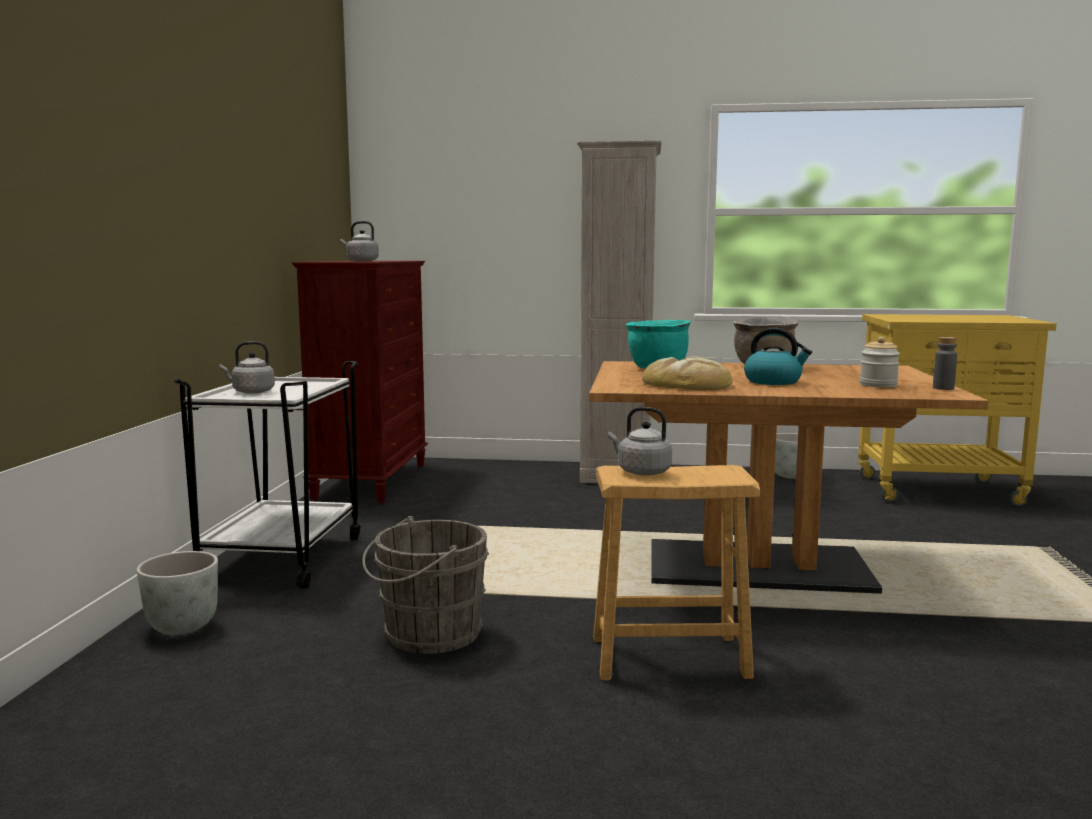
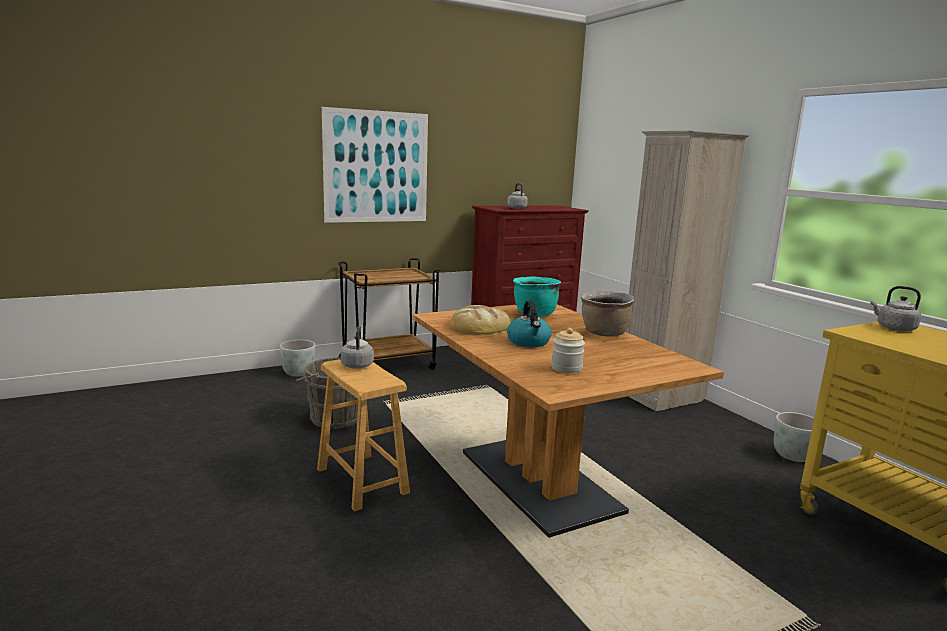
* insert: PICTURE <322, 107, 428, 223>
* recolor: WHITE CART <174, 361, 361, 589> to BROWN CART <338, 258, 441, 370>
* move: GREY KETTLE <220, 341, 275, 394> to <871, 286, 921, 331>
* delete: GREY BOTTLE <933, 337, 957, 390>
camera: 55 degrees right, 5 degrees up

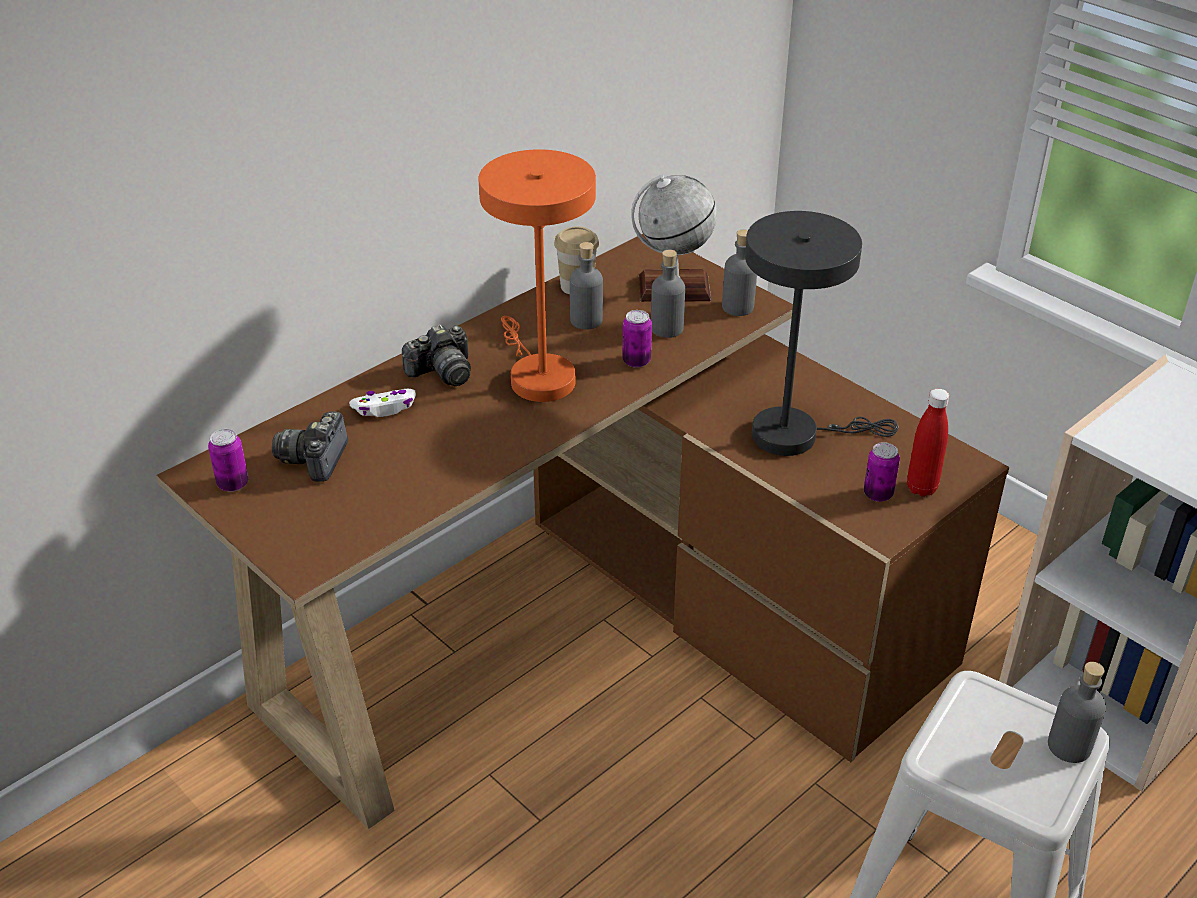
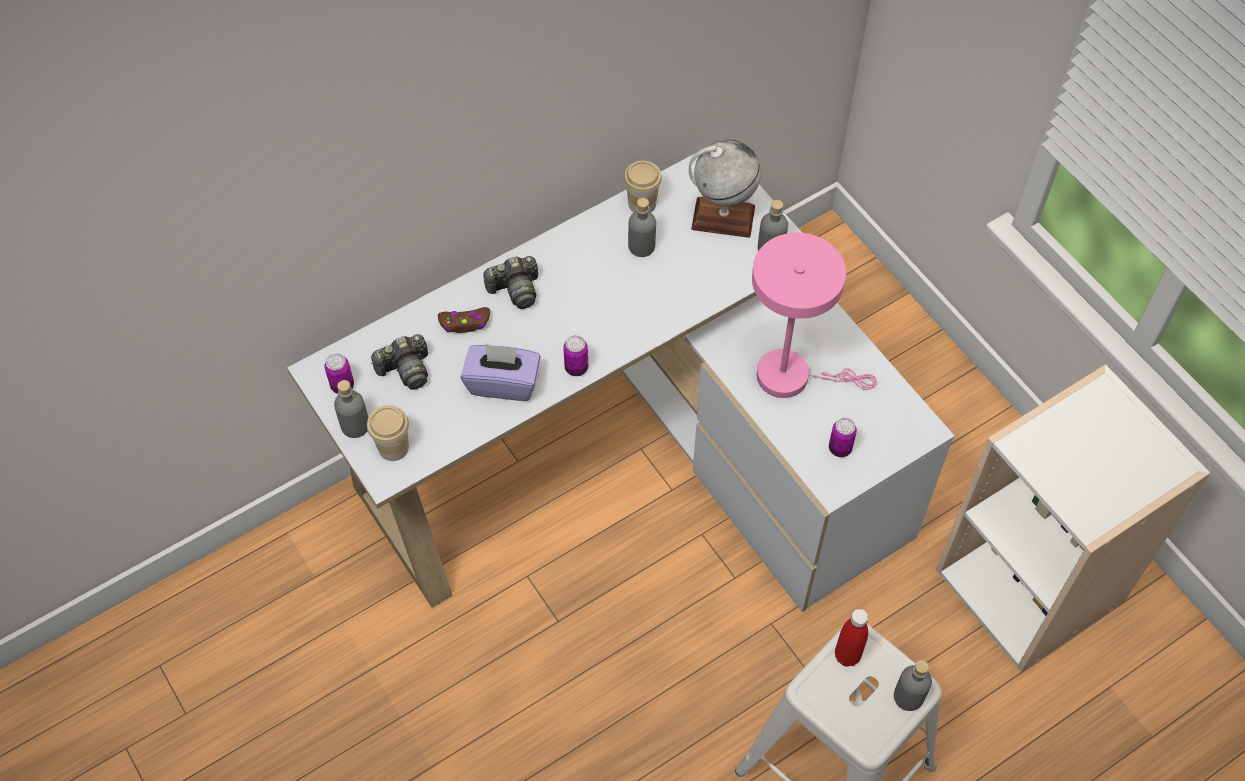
* recolor: BROWN DESK <156, 234, 1009, 829> to WHITE DESK <287, 154, 955, 612>
* move: GREY BOTTLE <651, 249, 685, 338> to <334, 380, 369, 438>
* insert: CUP <367, 405, 409, 461>
* rotate: PHOTO CAMERA <272, 411, 348, 482> = <371, 334, 428, 390> 135 degrees counterclockwise
* recolor: WHITE GAME CONTROLLER <349, 389, 416, 417> to BROWN GAME CONTROLLER <438, 307, 490, 333>
* insert: PURPLE TISSUE BOX <461, 344, 541, 401>
* move: CAN <622, 310, 652, 368> to <563, 335, 588, 376>
* recolor: GREY TABLE LAMP <745, 211, 899, 456> to PINK TABLE LAMP <752, 233, 877, 398>
* move: RED BOTTLE <907, 389, 949, 497> to <835, 609, 868, 666>
* delete: ORANGE TABLE LAMP <478, 149, 596, 402>
camera: 10 degrees right, 20 degrees up

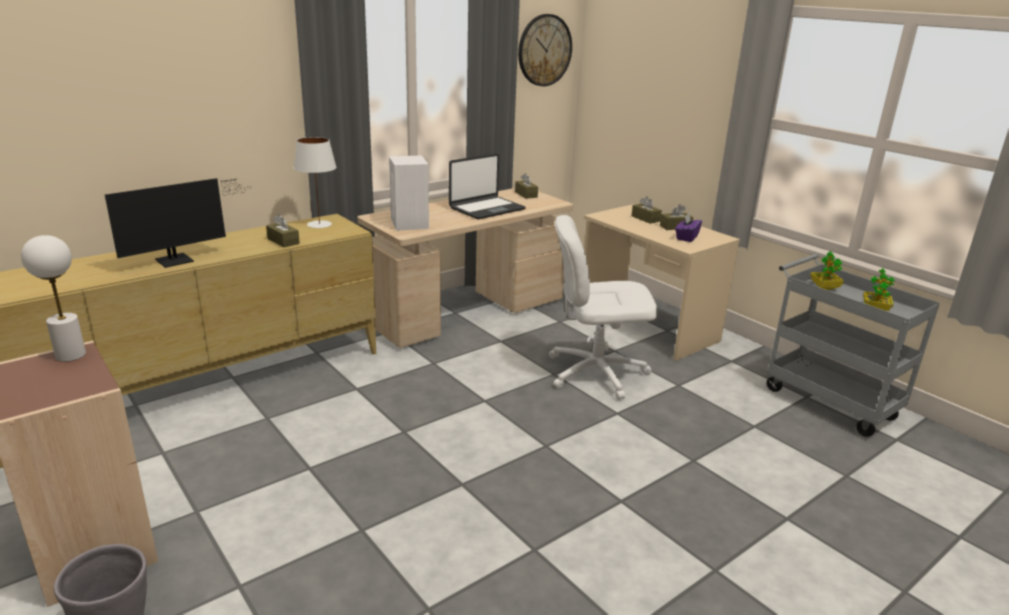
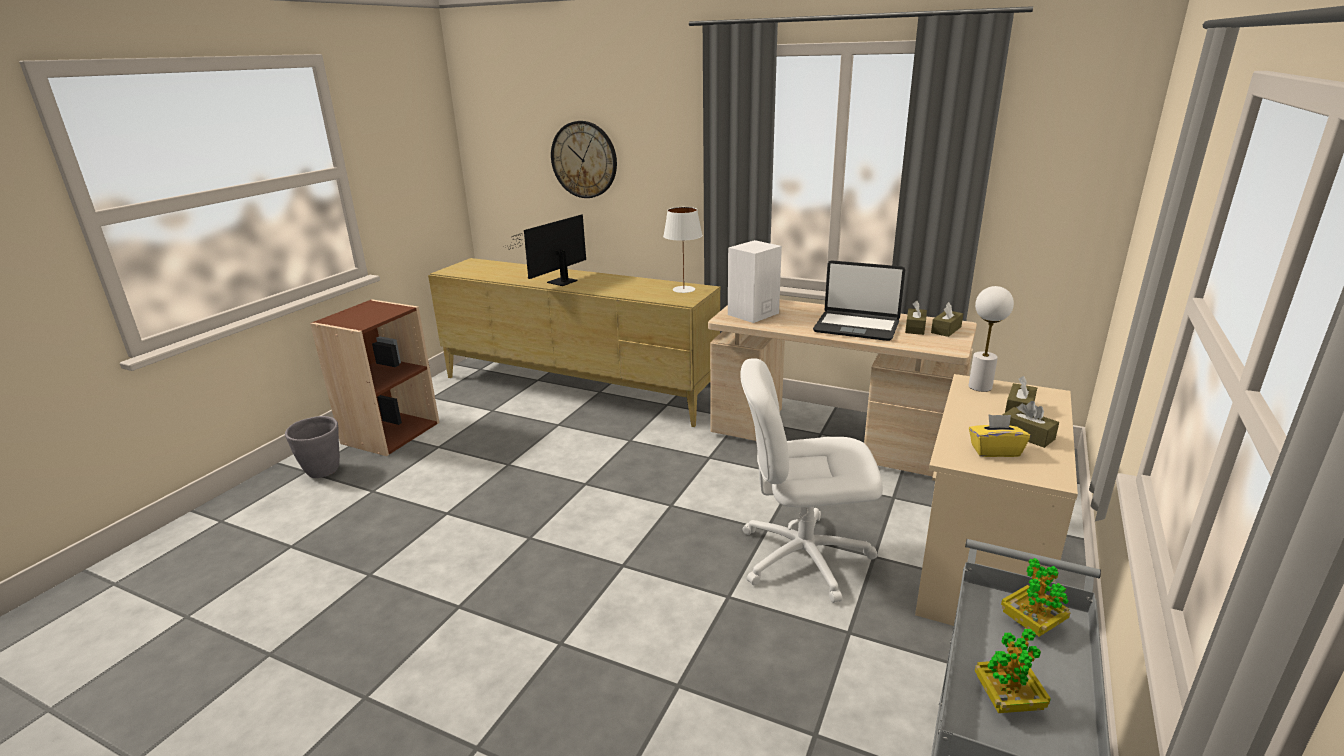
* rotate: MONITOR <105, 178, 252, 268> = <504, 214, 586, 286> 105 degrees clockwise
* move: WALL CLOCK <518, 14, 572, 86> to <551, 121, 617, 198>
* rotate: WHITE OFFICE CHAIR <548, 215, 657, 400> = <740, 358, 883, 603> 60 degrees counterclockwise
* move: BROWN TISSUE BOX <266, 214, 300, 247> to <905, 301, 927, 335>
* move: WHITE TABLE LAMP <21, 235, 86, 362> to <968, 286, 1014, 392>
* recolor: PURPLE TISSUE BOX <675, 213, 702, 242> to YELLOW TISSUE BOX <969, 414, 1030, 457>
camera: 65 degrees right, 0 degrees up

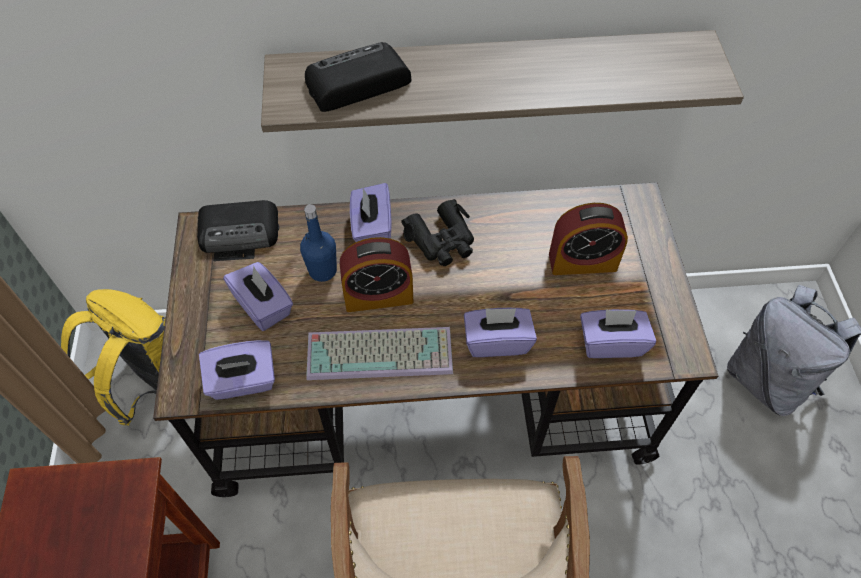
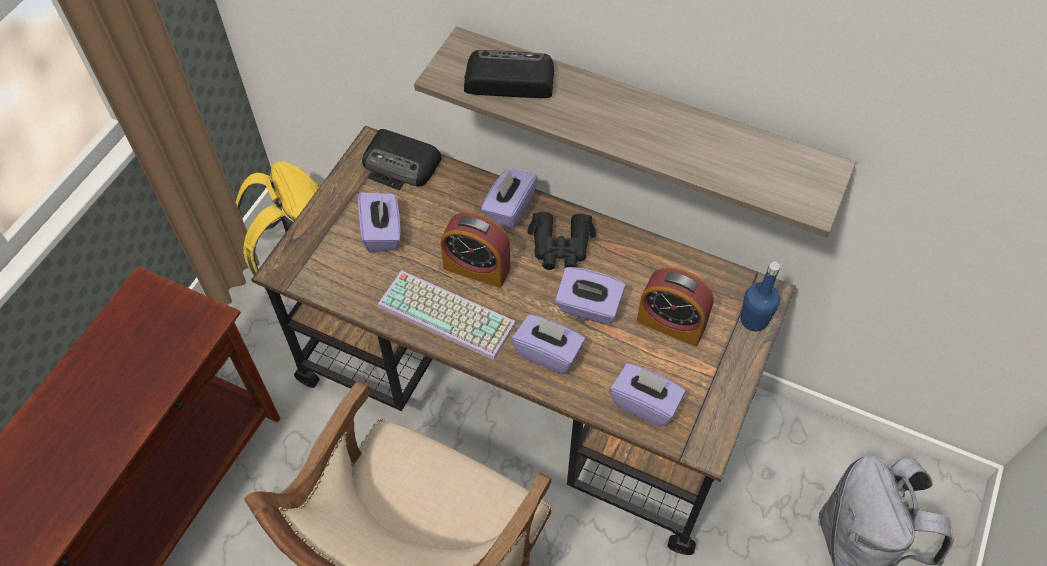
* move: PURPLE TISSUE BOX <199, 340, 275, 400> to <555, 267, 626, 324>
* move: BLUE BOTTLE <300, 204, 337, 282> to <740, 261, 780, 332>
camera: 30 degrees right, 0 degrees up

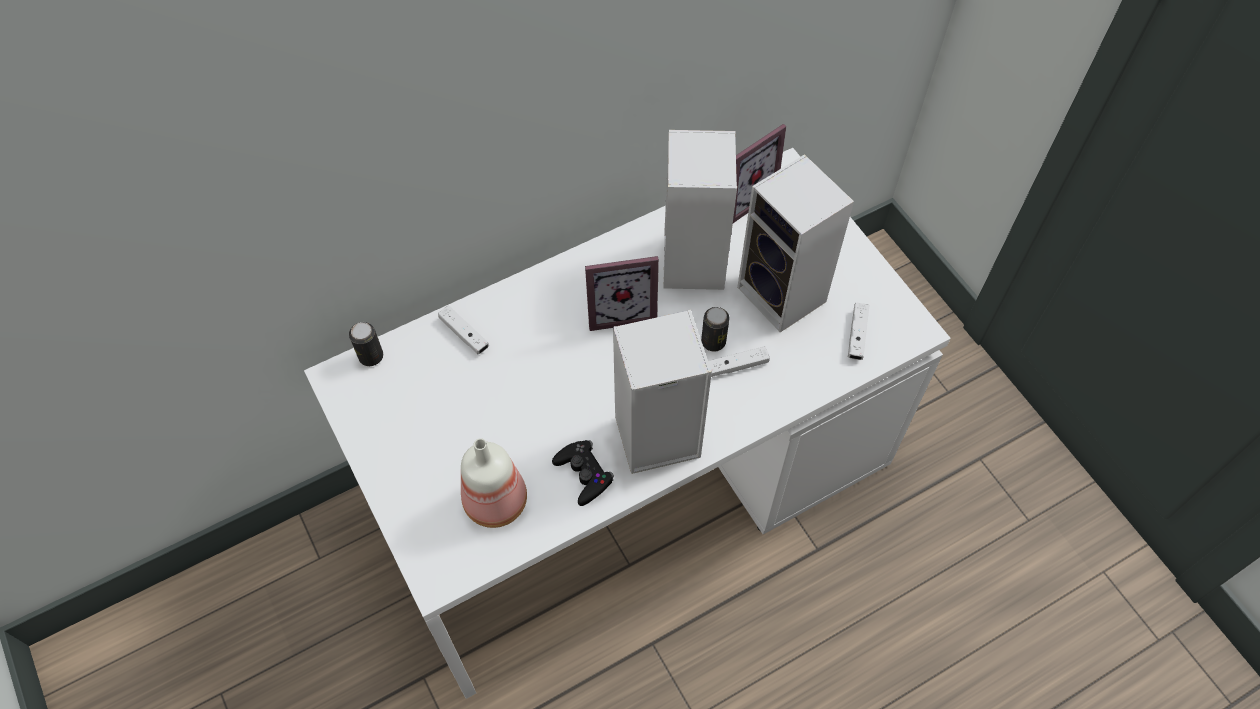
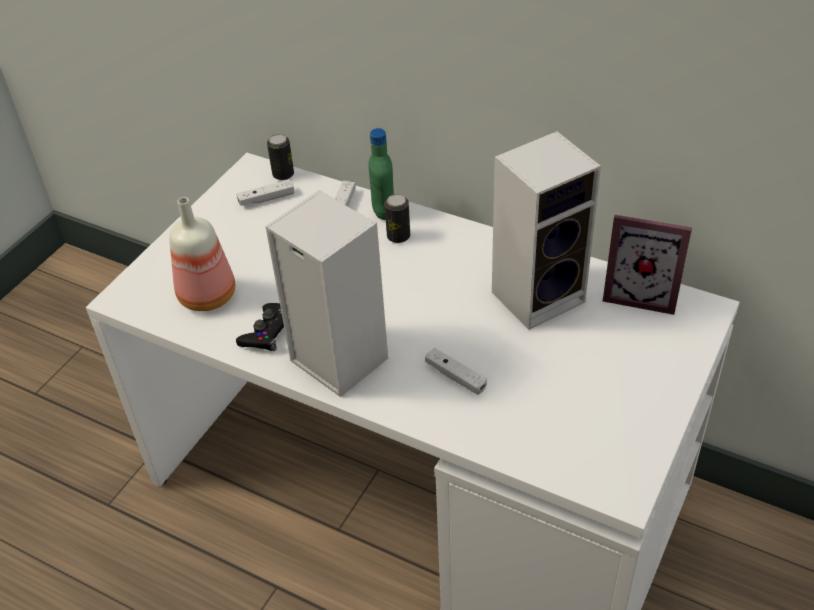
* move: WHITE GAME CONTROLLER <848, 303, 870, 360> to <237, 179, 294, 206>
* insert: GREEN BOTTLE <369, 128, 394, 220>
* move: CAN <701, 307, 729, 351> to <384, 194, 410, 243>
* delete: PICTURE FRAME <585, 256, 659, 331>
* delete: SPEAKER <737, 154, 854, 332>
camera: 60 degrees right, 15 degrees down

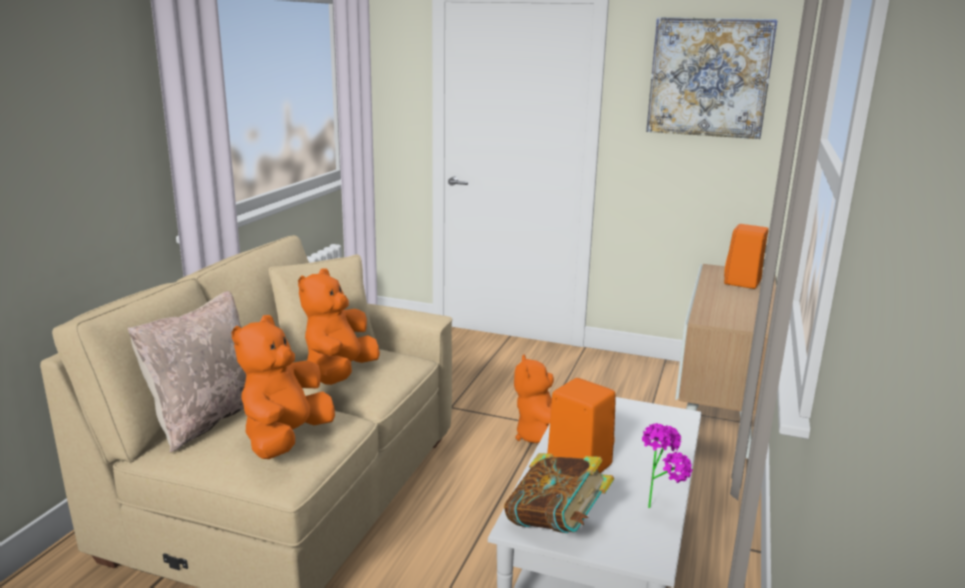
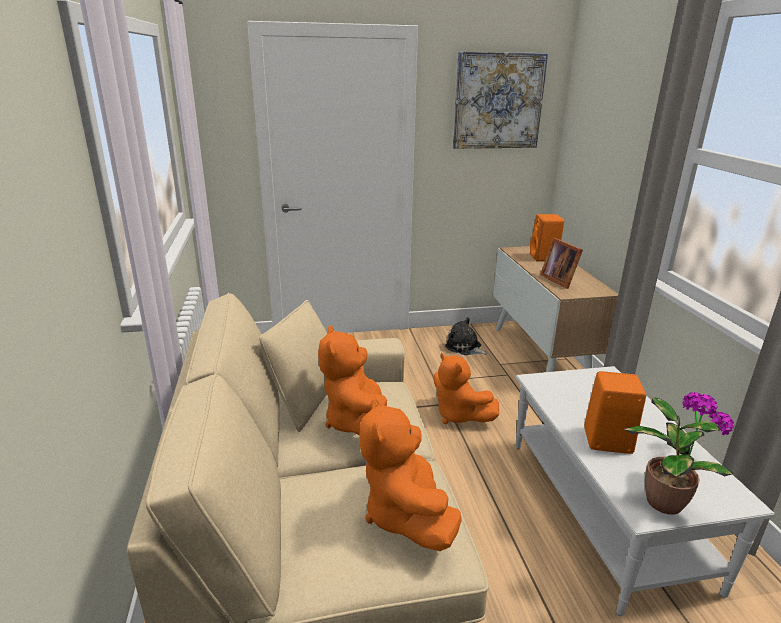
* insert: PLUSH TOY <445, 317, 489, 355>
* insert: PICTURE FRAME <540, 238, 583, 289>
* replace: BOOK <504, 453, 614, 533> to POTTED PLANT <624, 398, 733, 515>
* delete: BEIGE PILLOW <128, 291, 246, 452>
camera: 30 degrees left, 5 degrees up

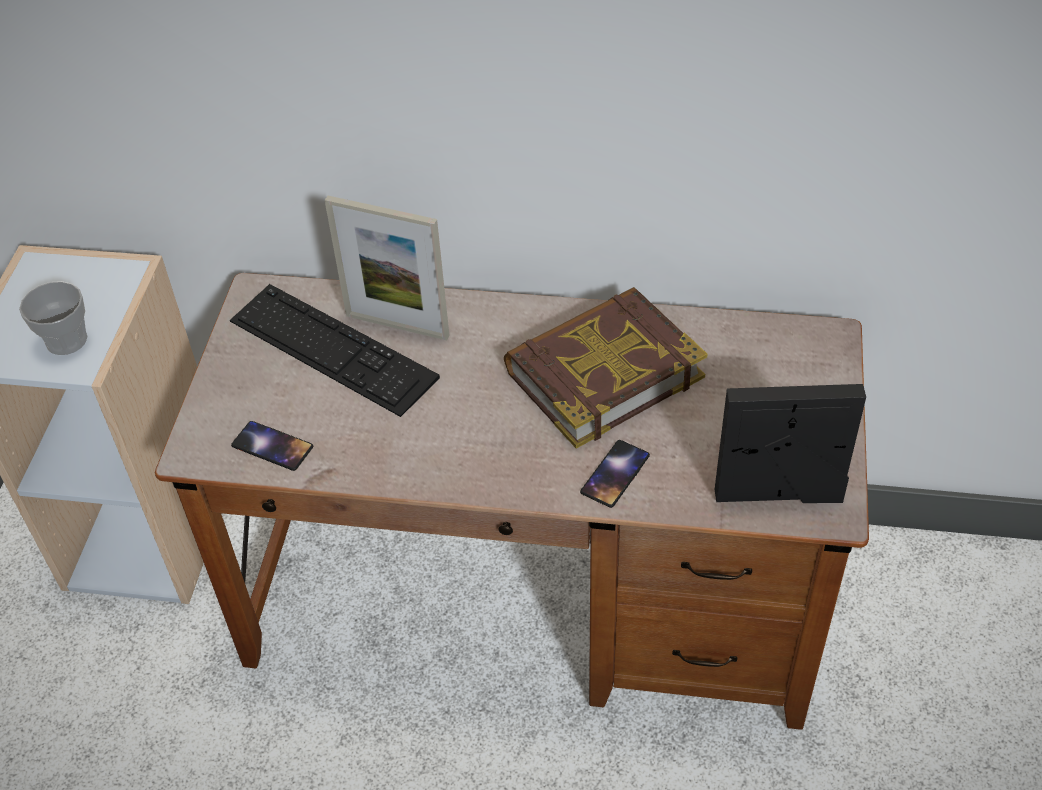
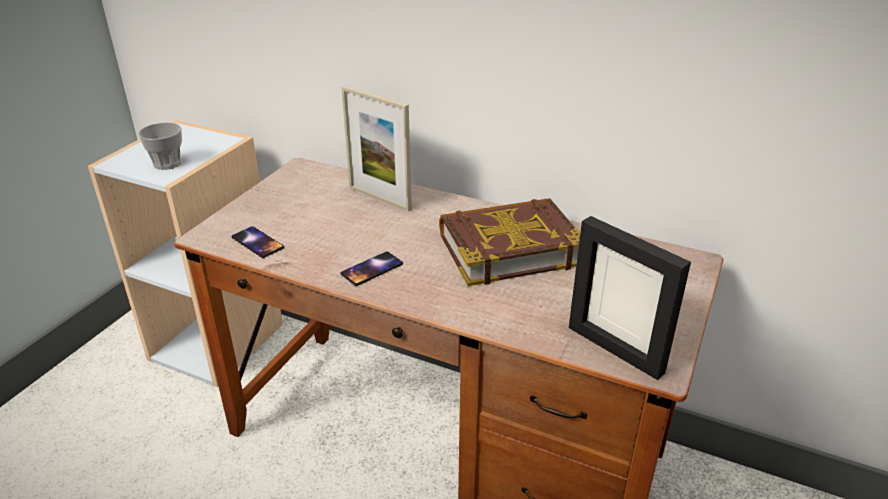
* move: PHONE <580, 440, 650, 508> to <341, 251, 403, 286>
* rotate: PICTURE FRAME <715, 384, 866, 503> = <569, 216, 691, 380> 150 degrees counterclockwise
* delete: KEYBOARD <230, 284, 440, 417>
camera: 15 degrees right, 15 degrees down

